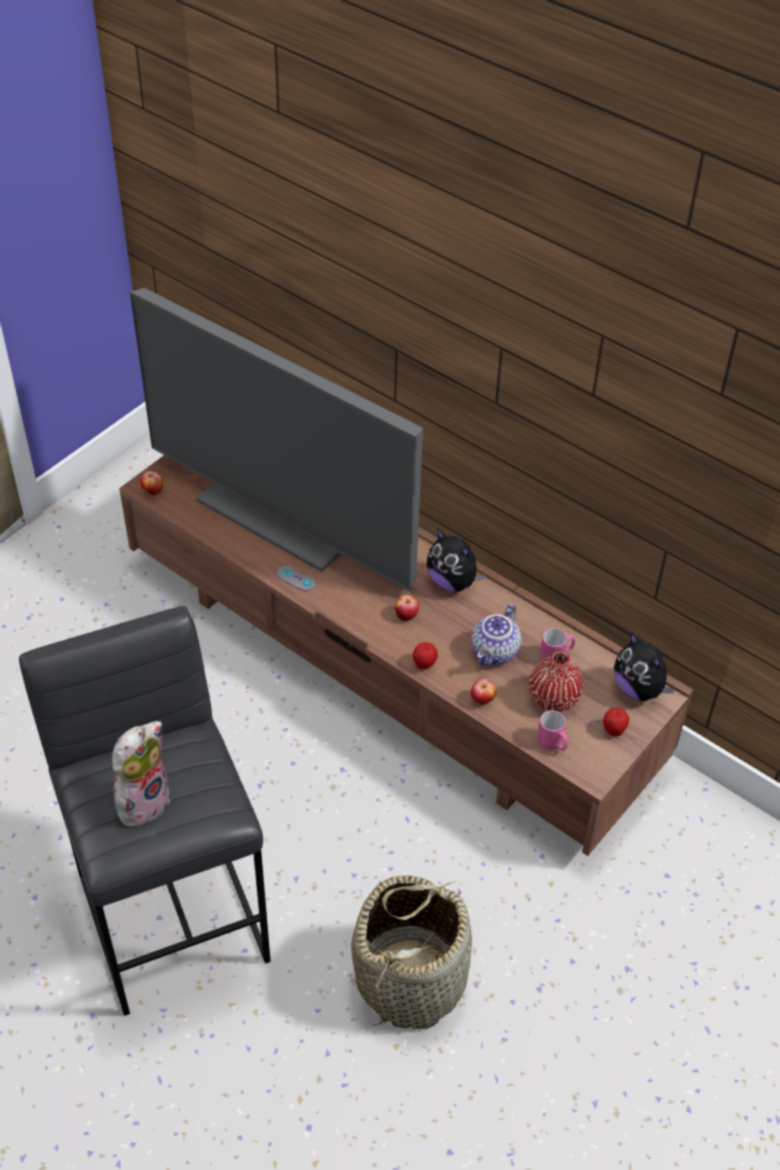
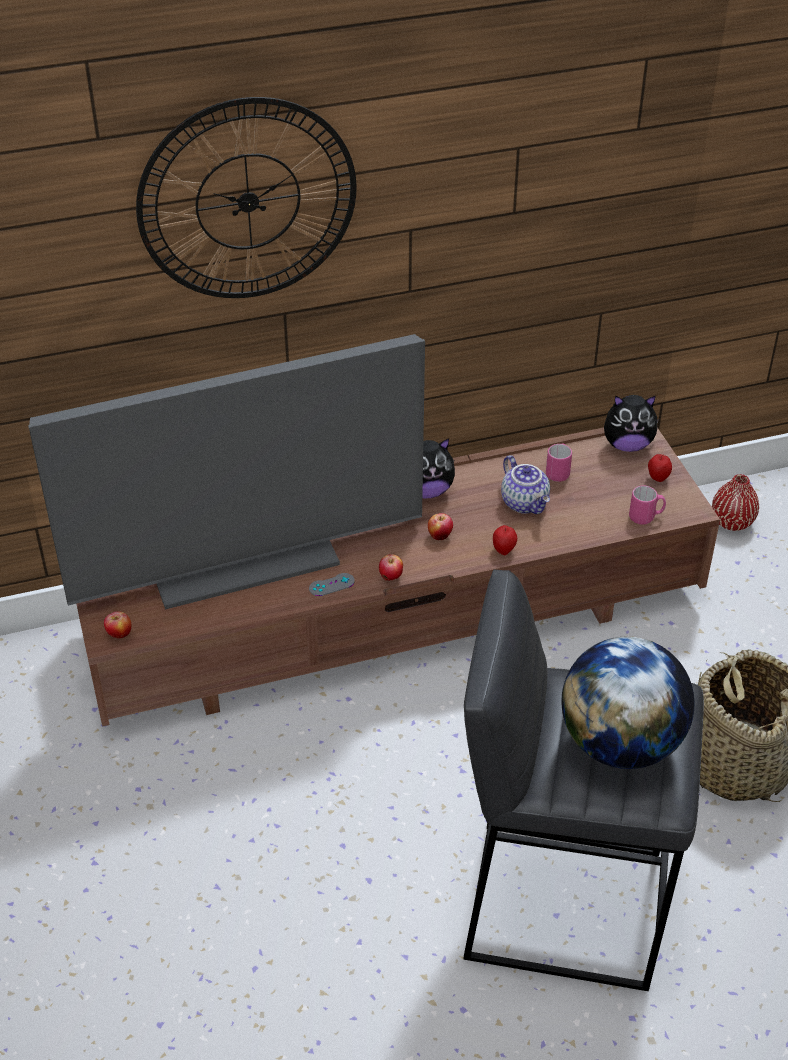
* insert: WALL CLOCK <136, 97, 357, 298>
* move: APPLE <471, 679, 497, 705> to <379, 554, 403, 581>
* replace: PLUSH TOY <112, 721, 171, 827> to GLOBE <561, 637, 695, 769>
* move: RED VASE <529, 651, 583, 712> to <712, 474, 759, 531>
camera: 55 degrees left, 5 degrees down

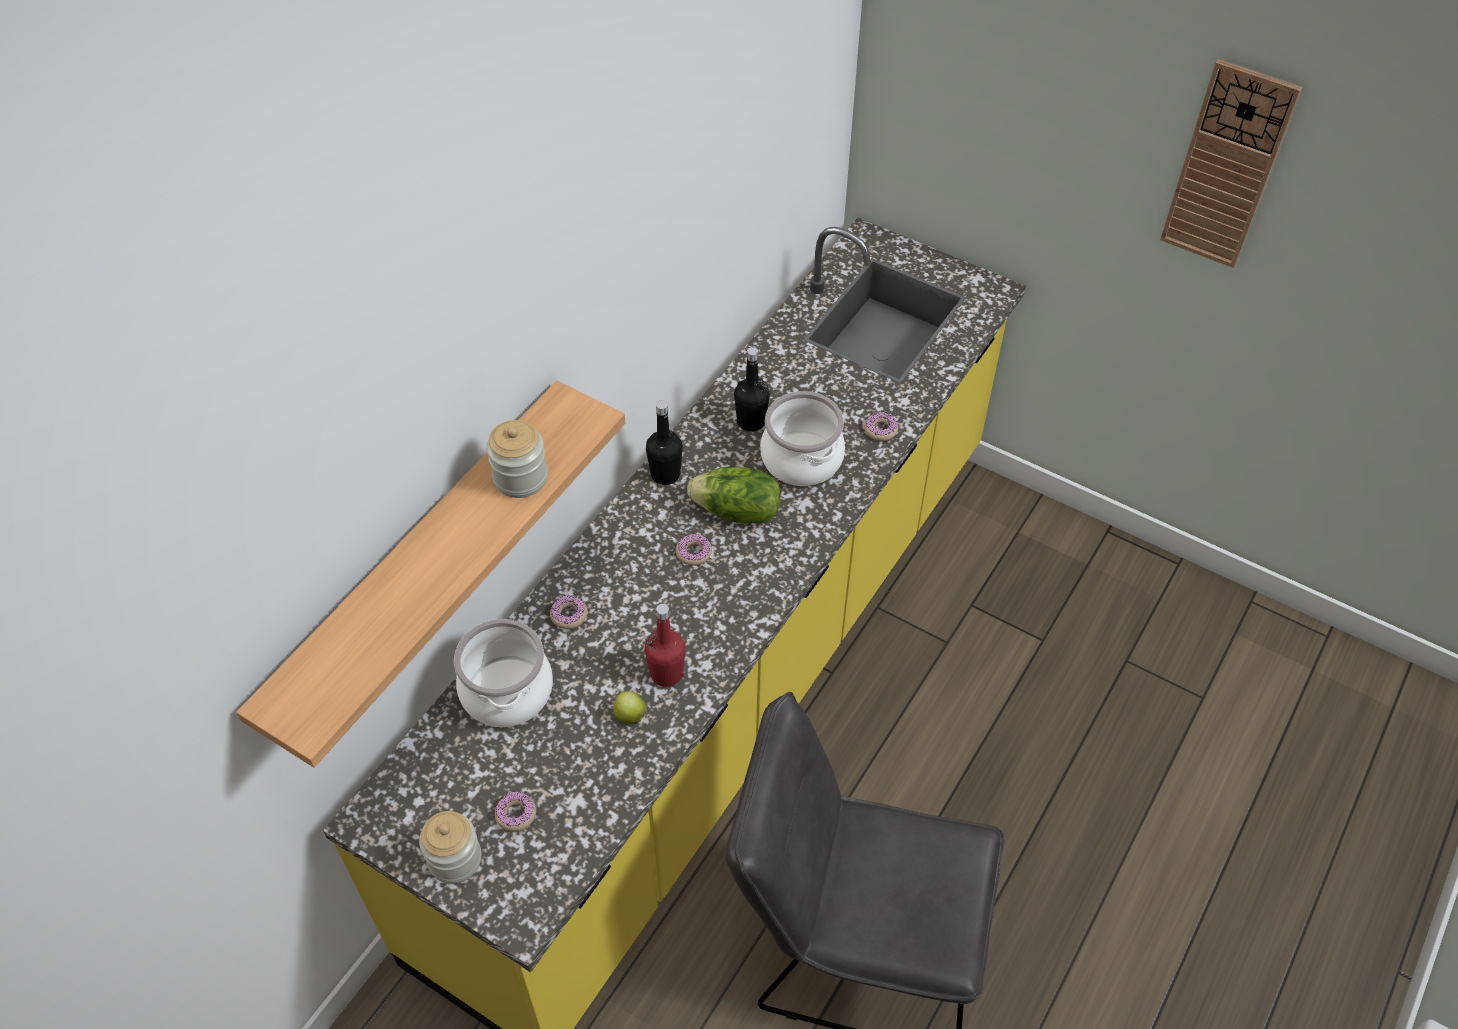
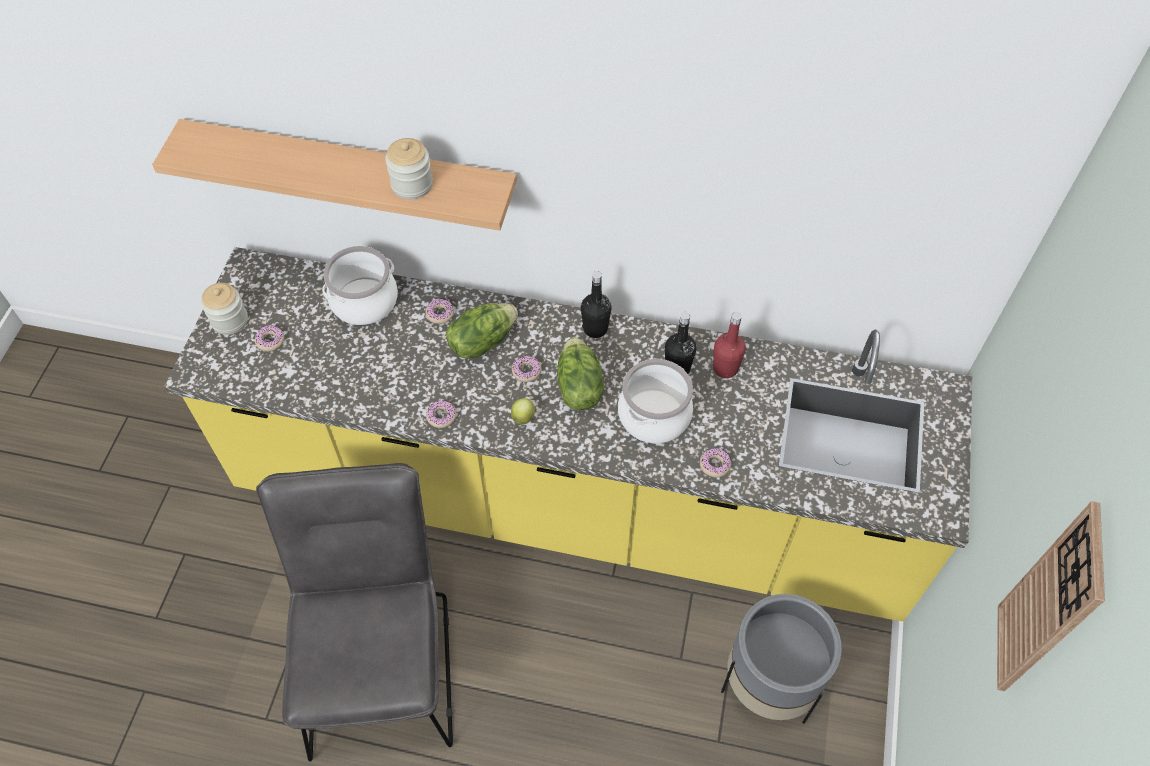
* insert: DONUT <426, 401, 457, 428>
* insert: LETTUCE <446, 303, 518, 359>
* move: APPLE <613, 691, 647, 724> to <511, 398, 535, 424>
* move: RED BOTTLE <645, 604, 686, 687> to <713, 312, 746, 378>
* insert: GREY PLANTER <721, 594, 842, 724>
camera: 70 degrees right, 5 degrees up

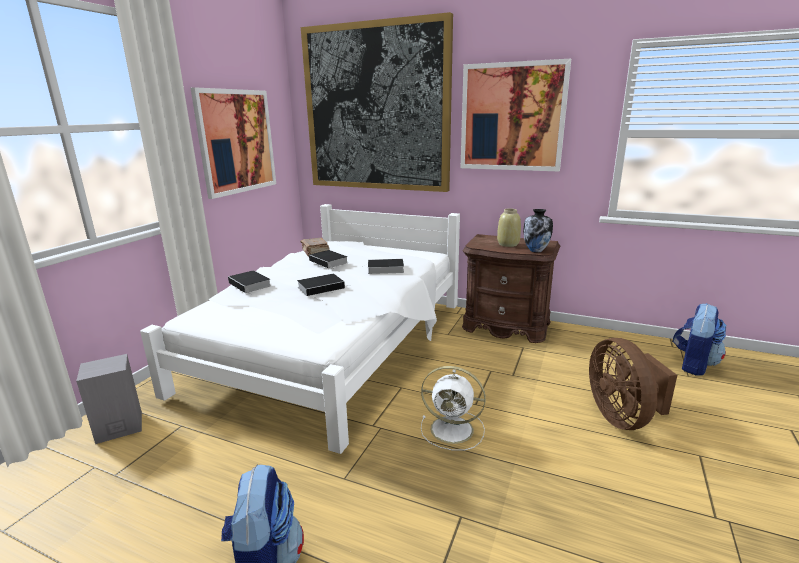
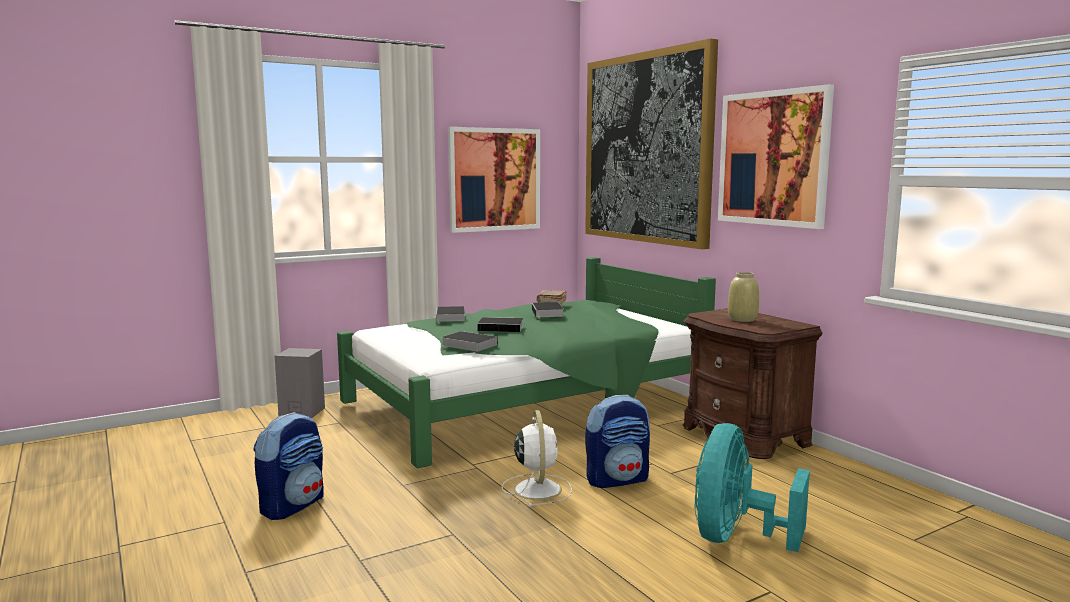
* recolor: WHITE BED <140, 204, 460, 454> to GREEN BED <337, 257, 716, 468>
* move: BOOK <364, 259, 404, 274> to <442, 331, 498, 352>
* rotate: WHITE FAN <421, 366, 486, 451> = <502, 410, 572, 507> 150 degrees counterclockwise
* move: BACKPACK <672, 303, 726, 376> to <585, 395, 650, 488>
* recolor: BROWN FAN <589, 338, 677, 430> to TURQUOISE FAN <695, 423, 810, 552>
* delete: VASE <523, 209, 553, 252>
camera: 35 degrees right, 10 degrees down

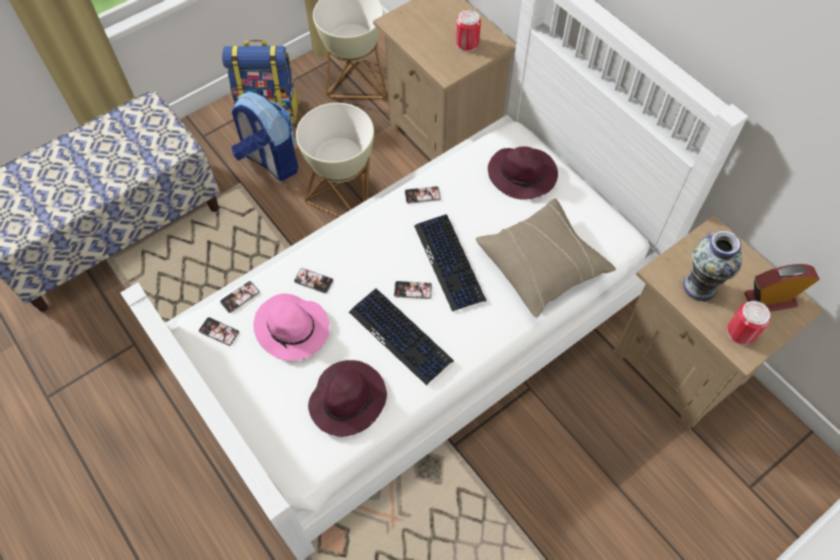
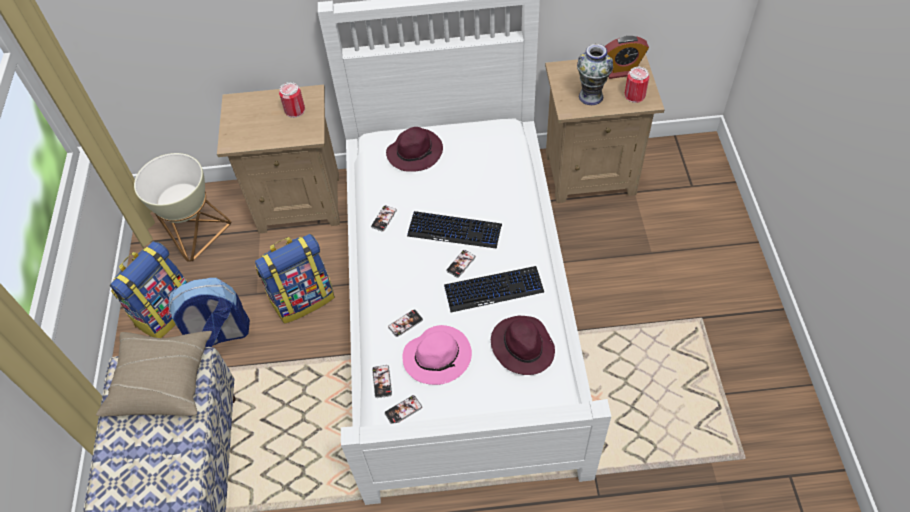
* move: BEIGE PILLOW <476, 198, 616, 317> to <96, 331, 212, 417>
* replace: PLANTER <296, 103, 374, 217> to BACKPACK <255, 234, 335, 324>
* rotate: ALARM CLOCK <744, 264, 820, 312> = <604, 36, 649, 79> 120 degrees counterclockwise
camera: 55 degrees left, 5 degrees down

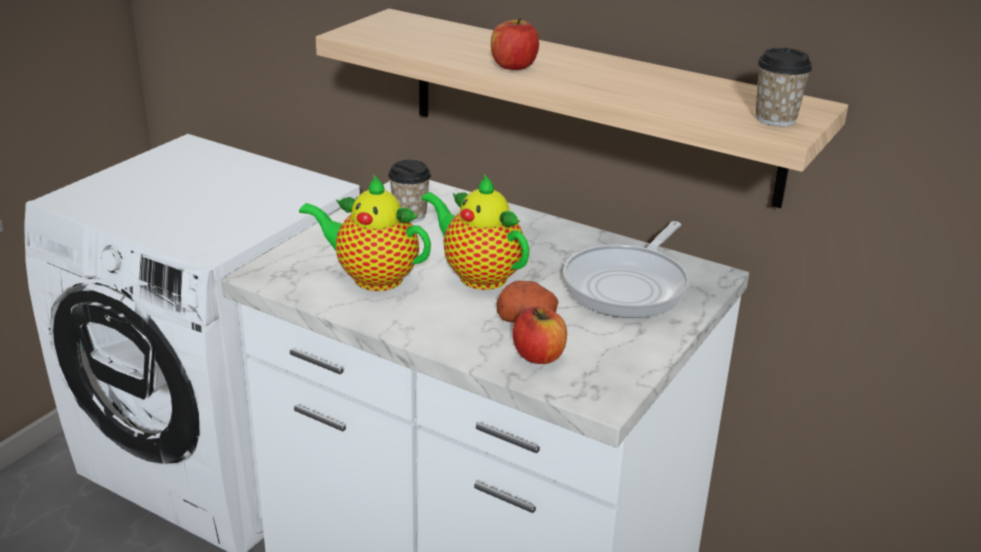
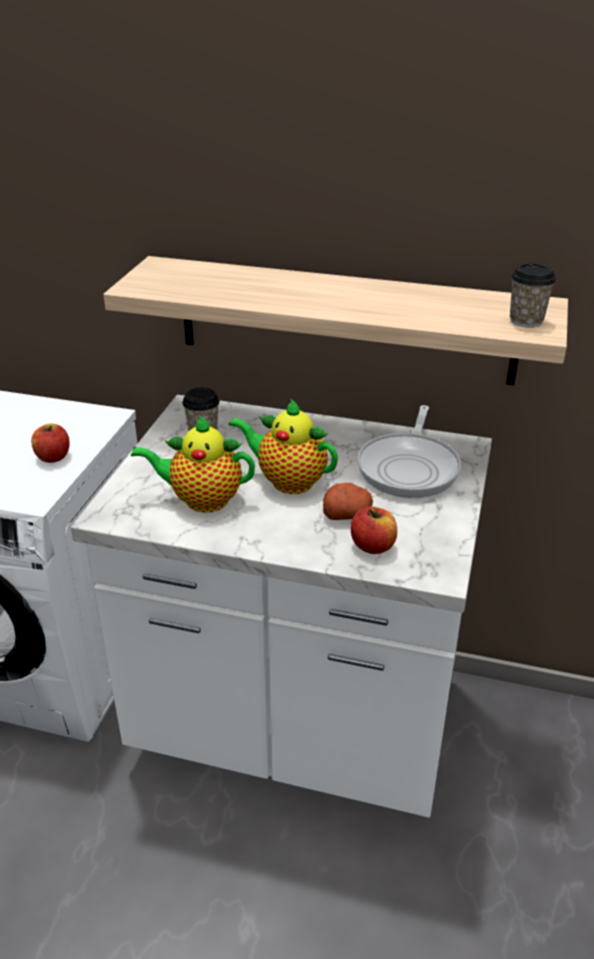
* move: APPLE <491, 18, 539, 70> to <31, 423, 70, 463>
camera: 15 degrees left, 5 degrees up

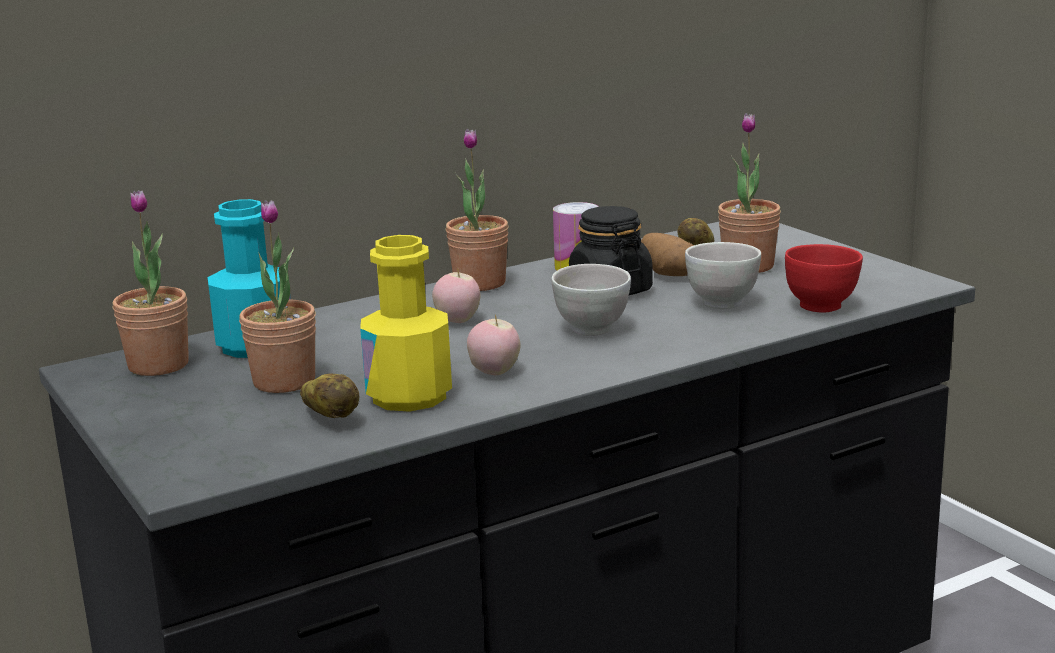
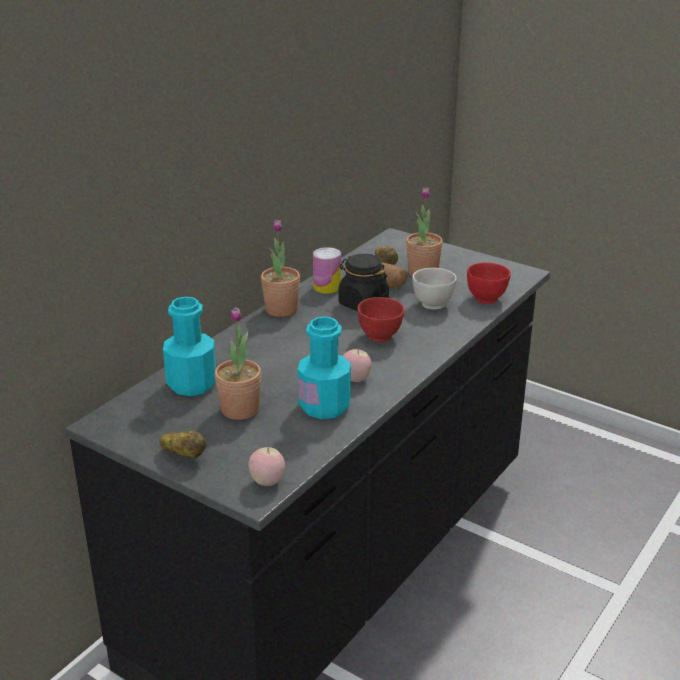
* move: POTATO <300, 373, 359, 418> to <159, 431, 206, 459>
* move: APPLE <432, 269, 480, 323> to <248, 447, 285, 486>
* recolor: YELLOW BOTTLE <360, 235, 452, 412> to TURQUOISE BOTTLE <298, 316, 351, 419>
* recolor: WHITE BOWL <551, 264, 631, 336> to RED BOWL <357, 297, 404, 342>
* delete: POTTED PLANT <112, 190, 189, 376>
camera: 25 degrees left, 10 degrees up

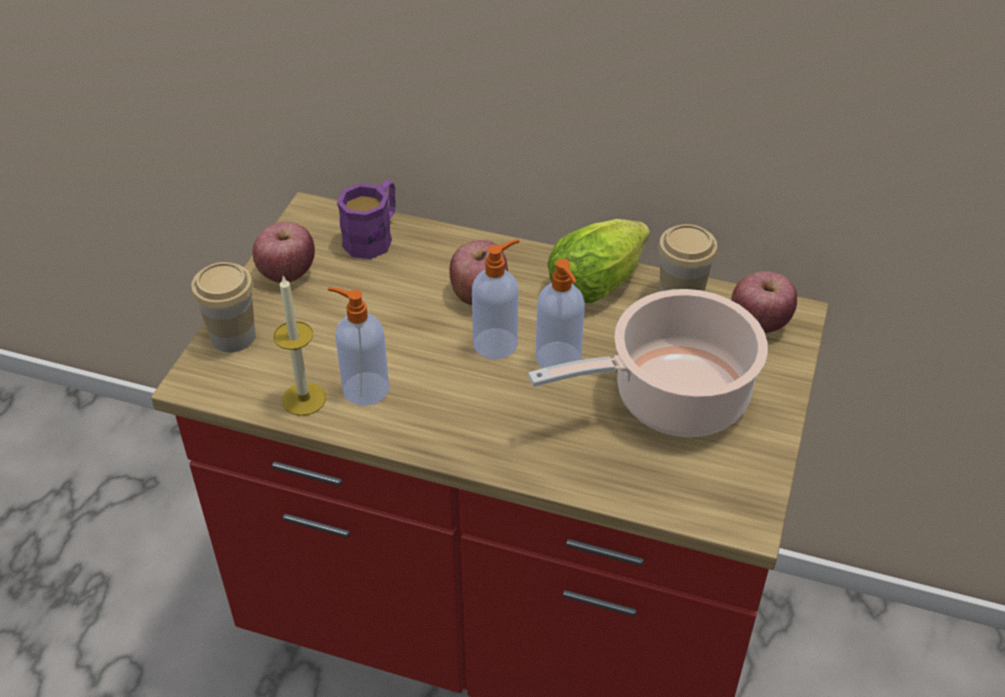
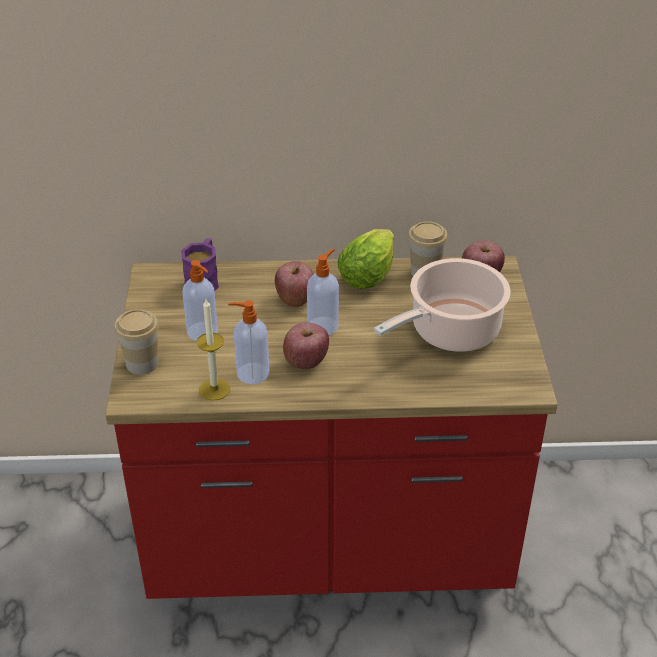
* move: SOAP DISPENSER <536, 259, 585, 368> to <182, 260, 218, 341>
* move: APPLE <252, 222, 315, 283> to <283, 322, 329, 369>
camera: 20 degrees left, 5 degrees down

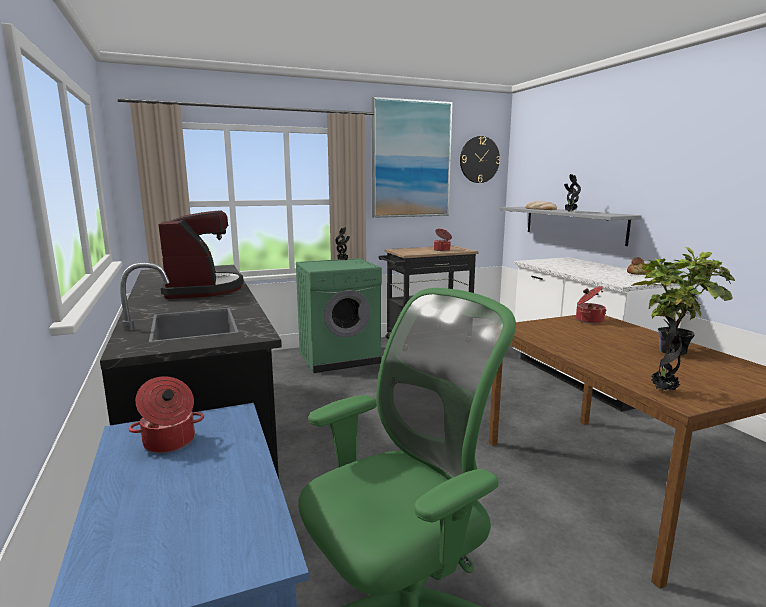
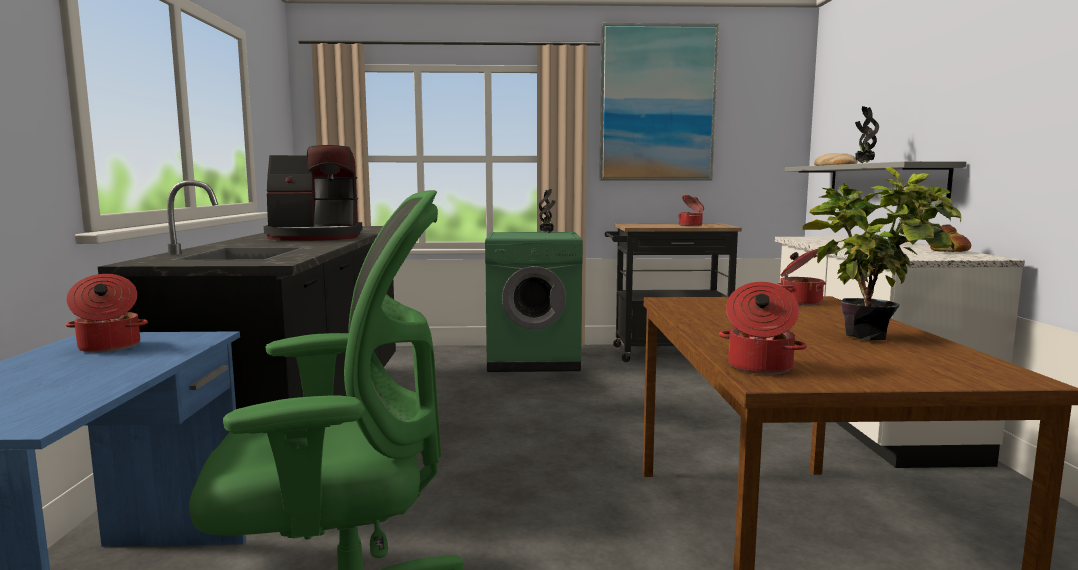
* rotate: COFFEE MACHINE <158, 210, 244, 299> = <264, 145, 362, 241> 75 degrees clockwise
* replace: POTTED PLANT <648, 316, 682, 391> to COOKING POT <719, 282, 807, 375>
* delete: WALL CLOCK <460, 136, 500, 183>
camera: 20 degrees right, 5 degrees down

